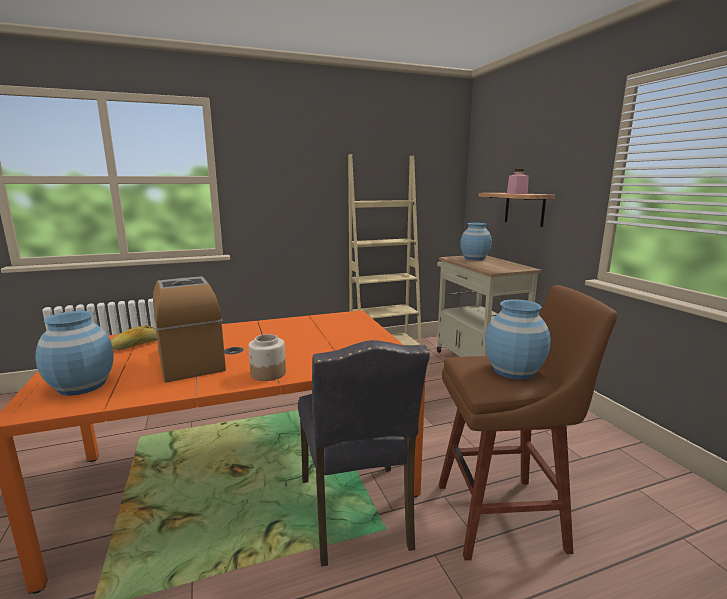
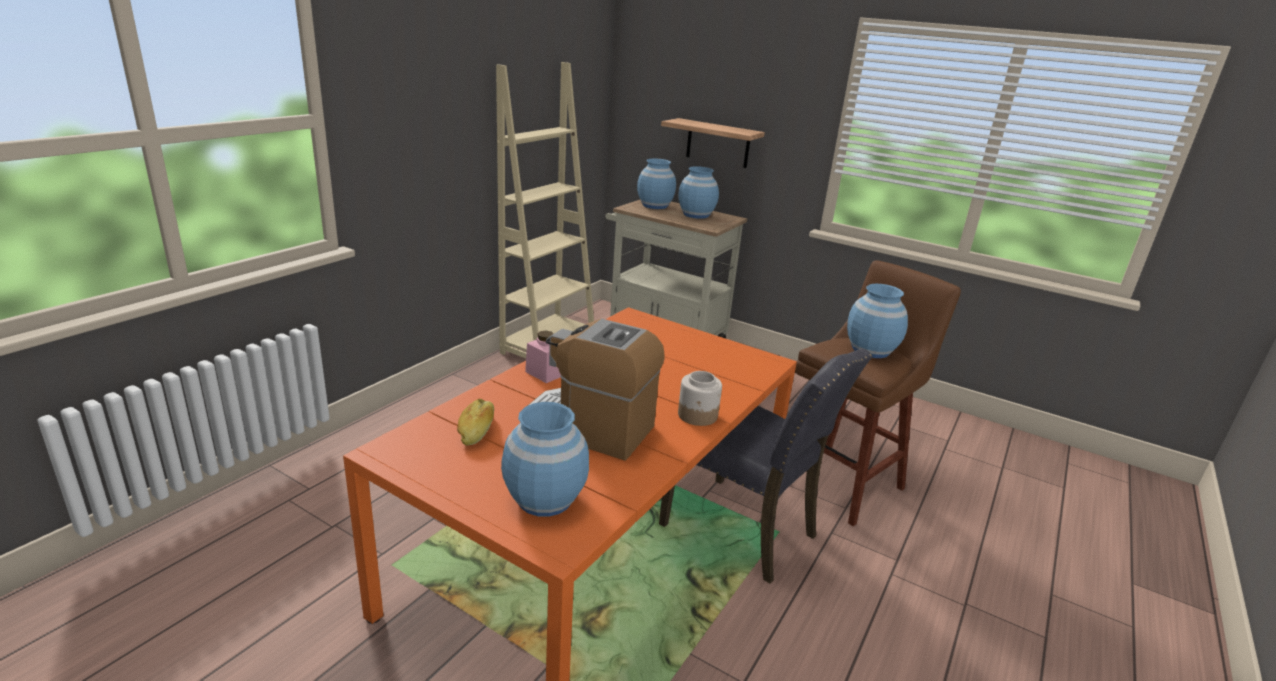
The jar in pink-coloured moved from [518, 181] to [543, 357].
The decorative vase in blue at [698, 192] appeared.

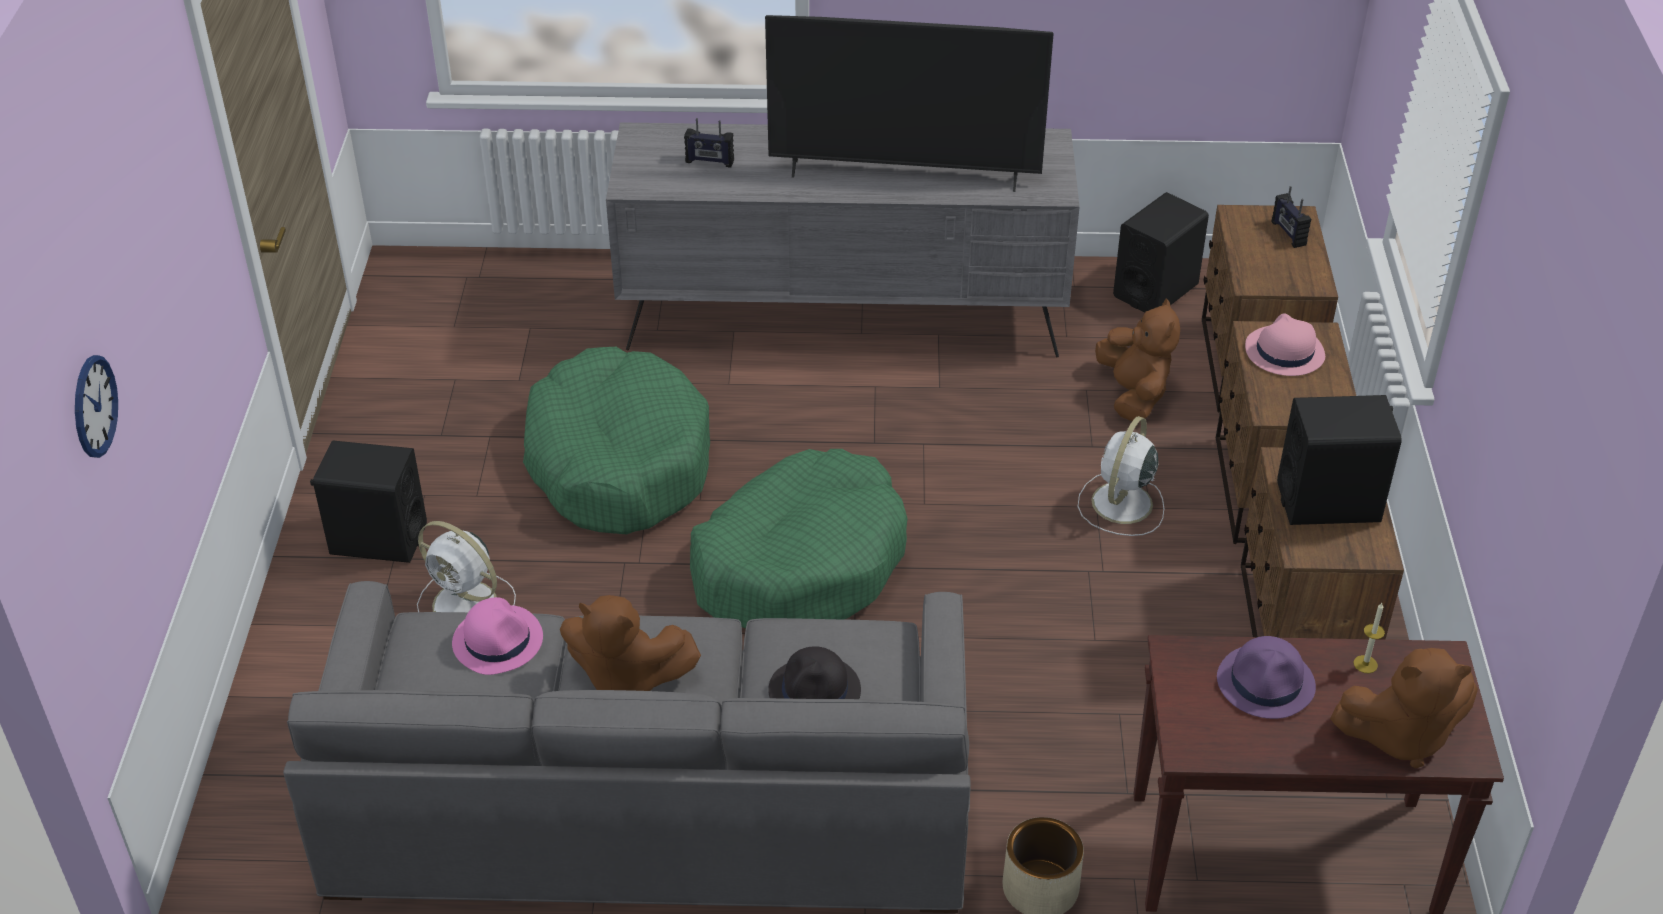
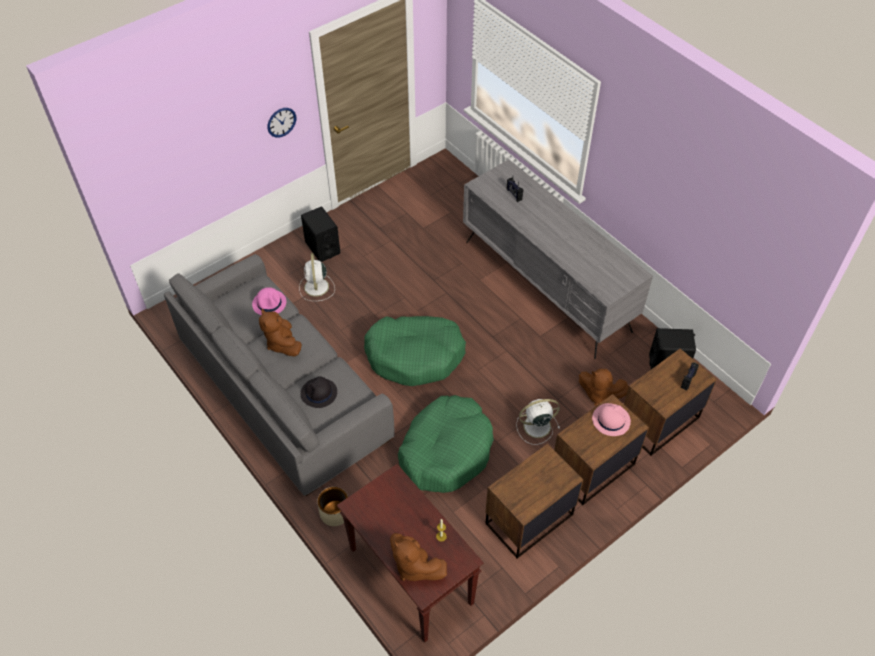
The wall clock moved from [96, 406] to [281, 123].
The pet bed in green moved from [616, 440] to [446, 444].
The TV set at [909, 103] disappeared.
The cuddly toy in brown at [1137, 360] turned 75 degrees clockwise.
The hat in purple-coloured at [1266, 677] disappeared.
The audio speaker in blackish at [1339, 460] disappeared.

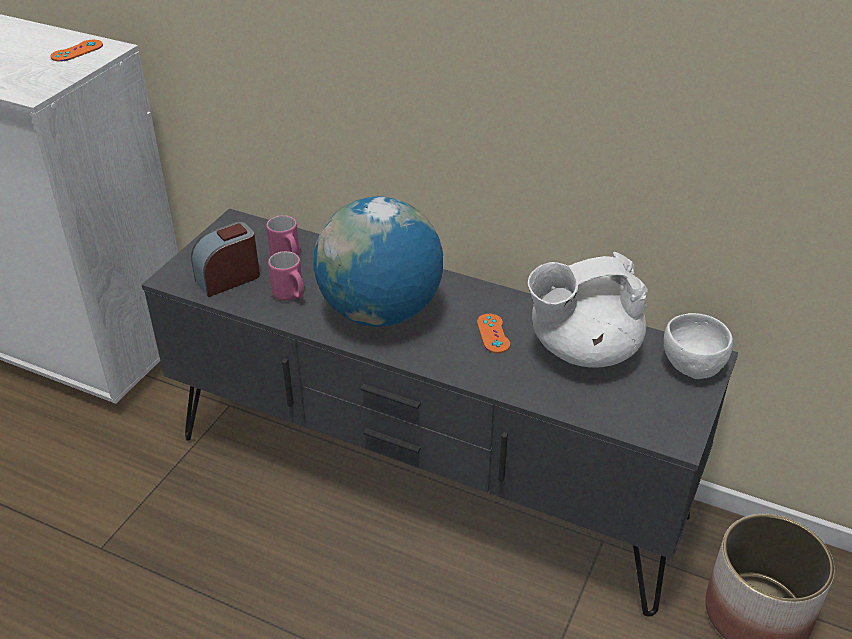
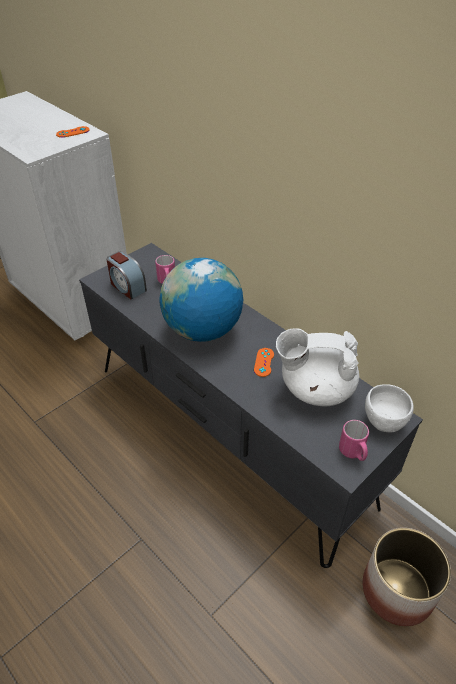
The alarm clock at [225, 259] turned 120 degrees counterclockwise.
The coffee mug in pink-coloured moved from [286, 276] to [354, 440].

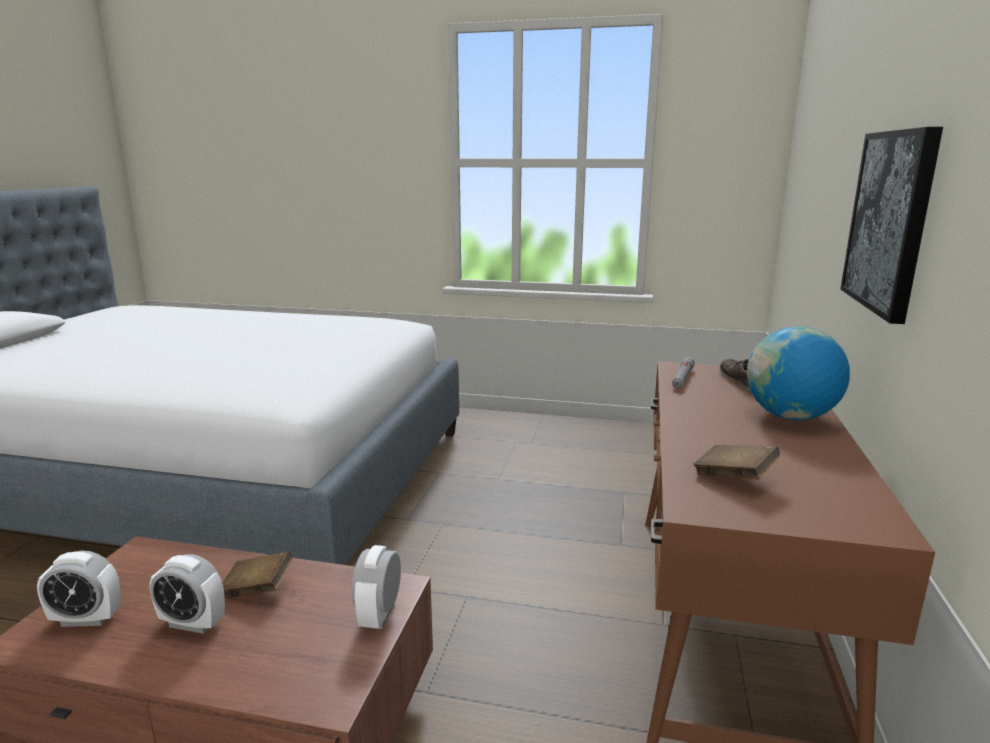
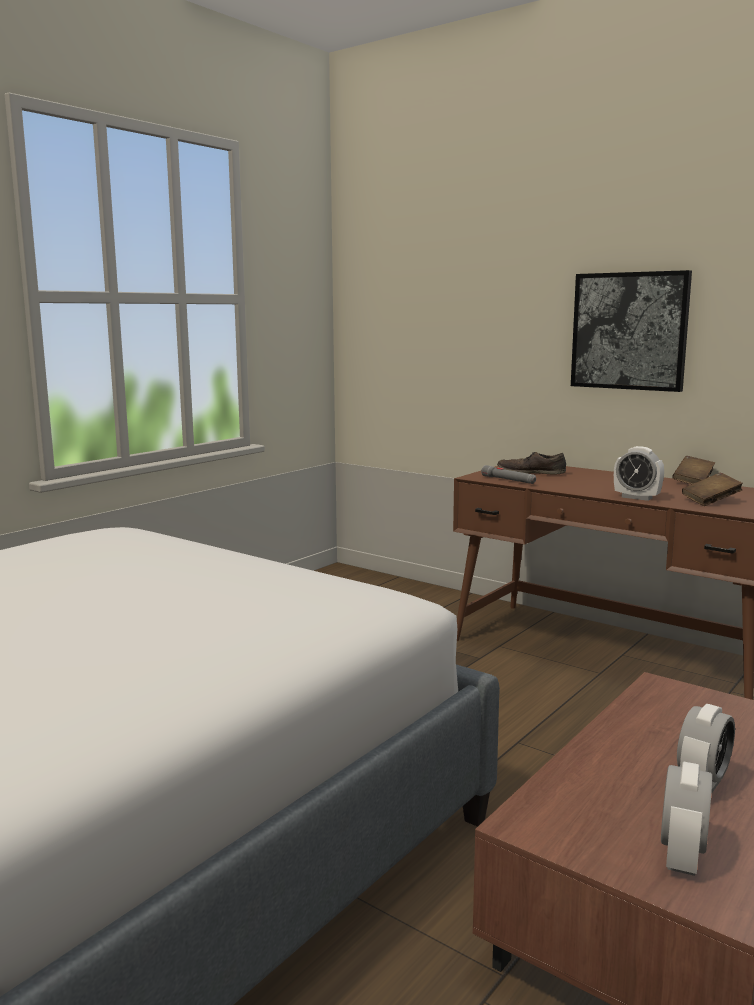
The volume in brown moved from [257, 575] to [693, 470].
The alarm clock moved from [376, 587] to [639, 473].
The desk globe at [798, 373] disappeared.

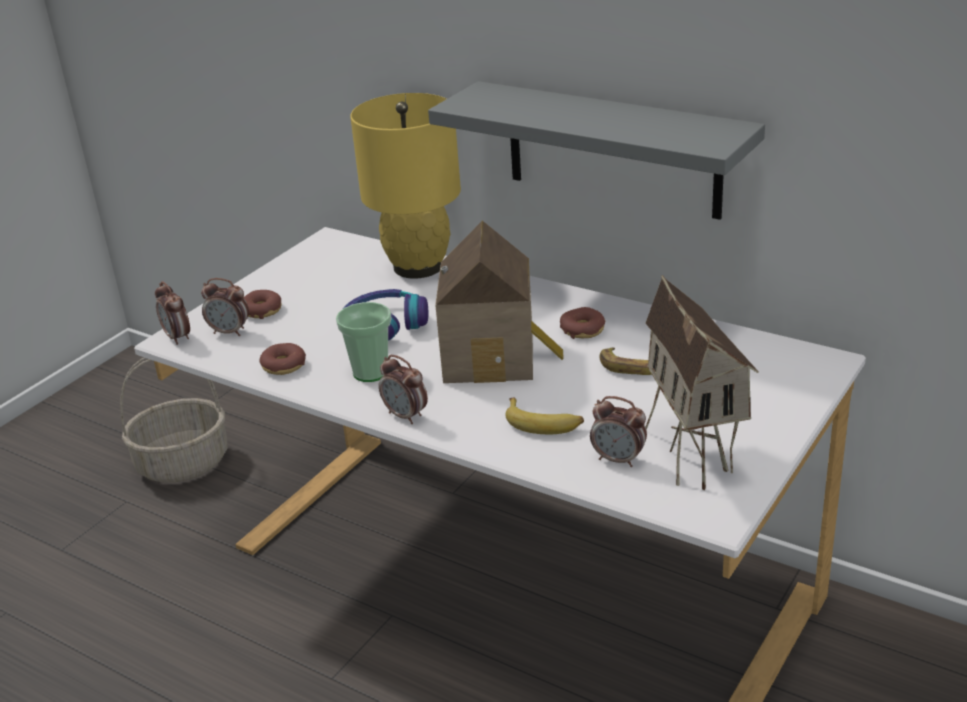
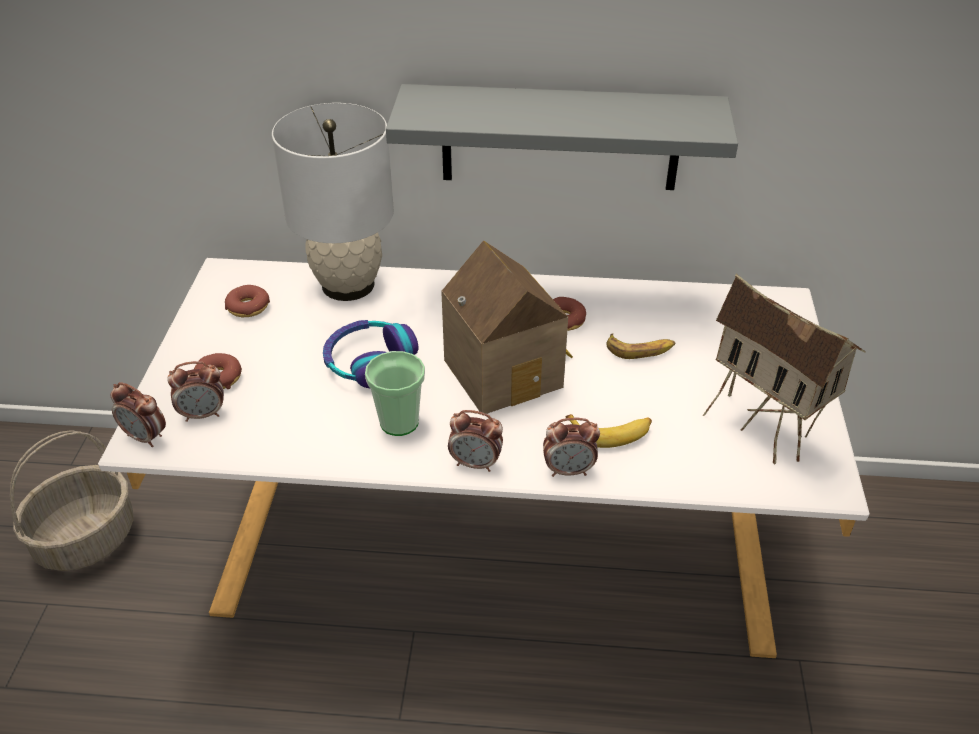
The donut moved from [282, 359] to [247, 301].
The lamp for a table in yellowish at [405, 186] became the lamp for a table in whitish at [333, 202].
The alarm clock moved from [618, 431] to [571, 447].

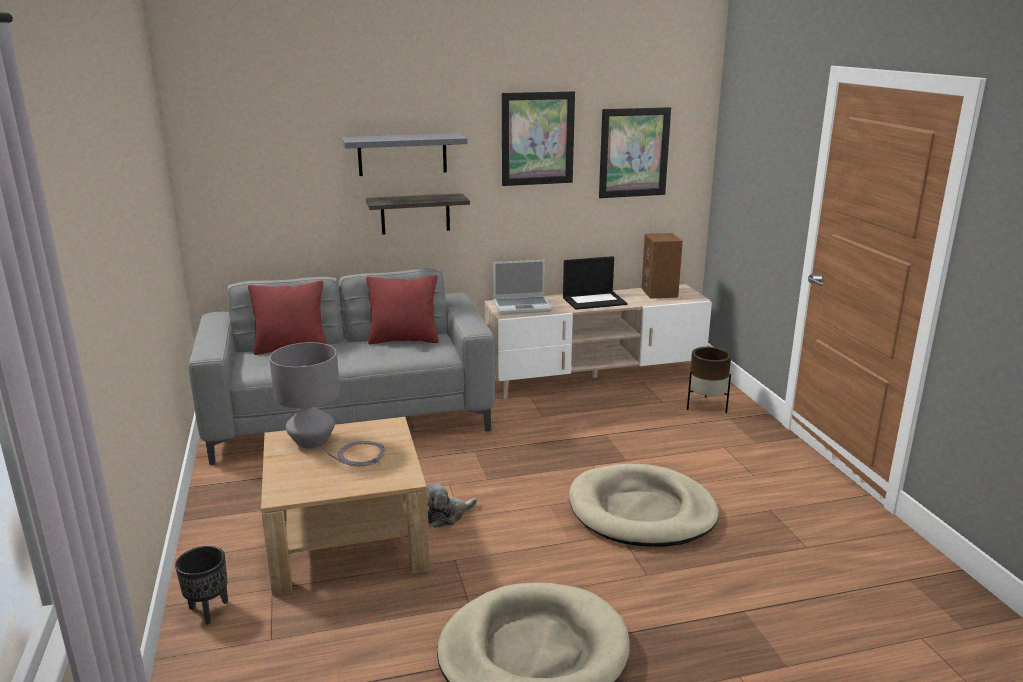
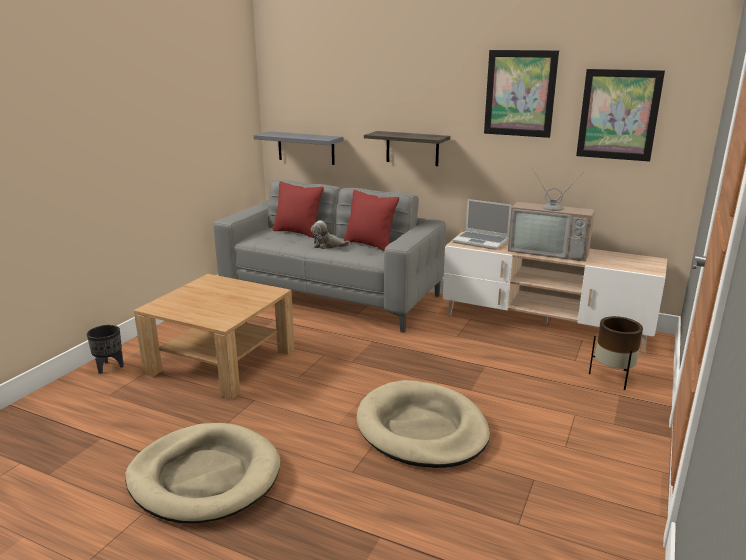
The lamp for a table in gray at [327, 404] disappeared.
The wall shelf in gray moved from [404, 154] to [298, 148].
The cuddly toy moved from [452, 505] to [330, 234].
The notebook computer at [595, 283] was replaced by the TV set at [551, 215].
The audio speaker in brown at [662, 266] disappeared.

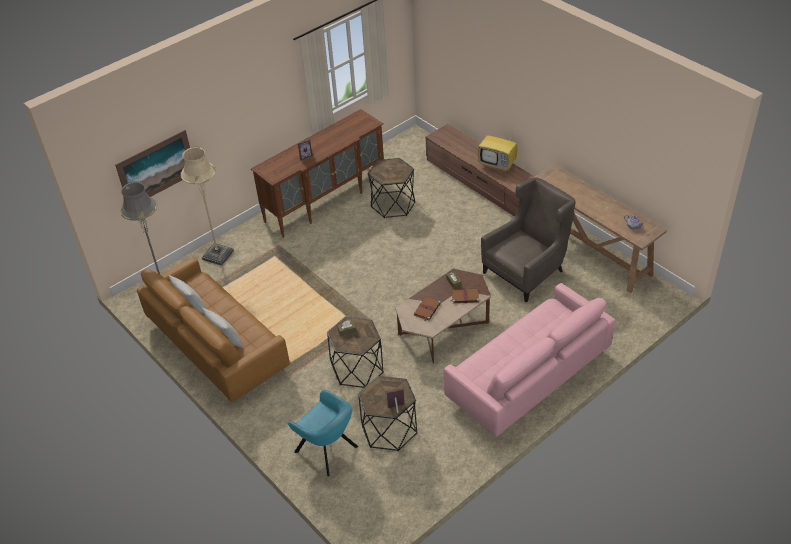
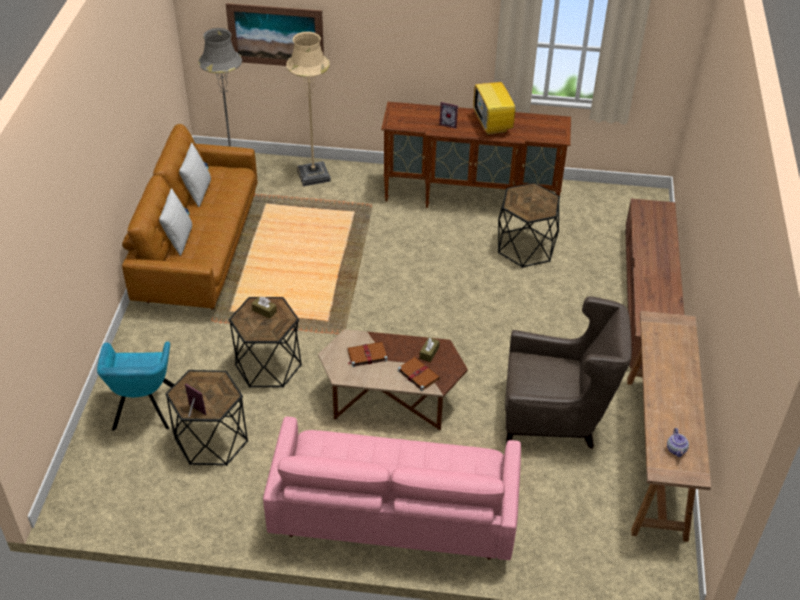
The TV set moved from [497, 150] to [495, 107].

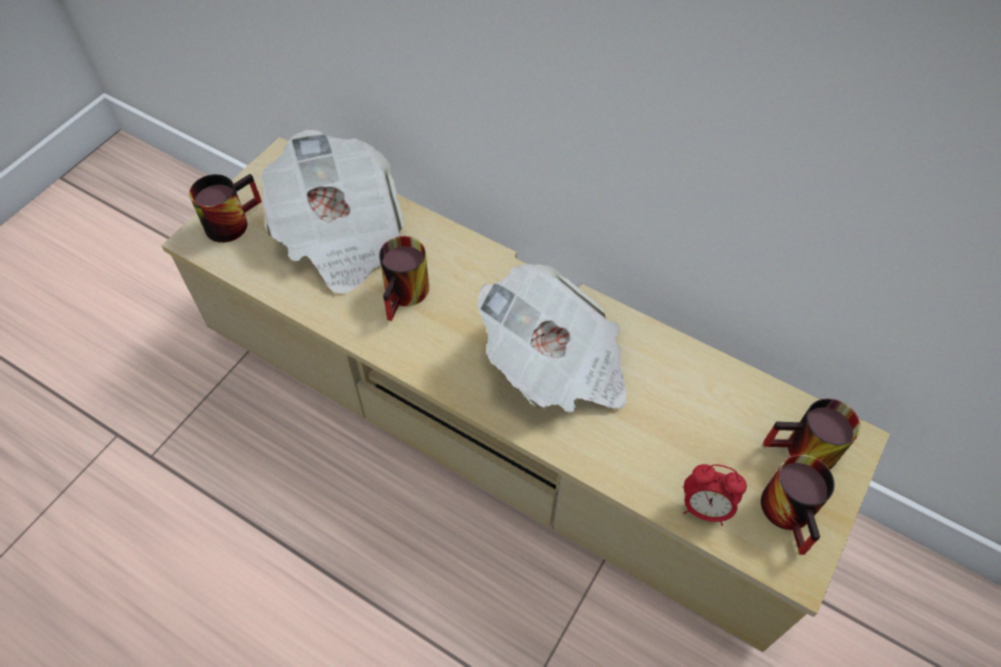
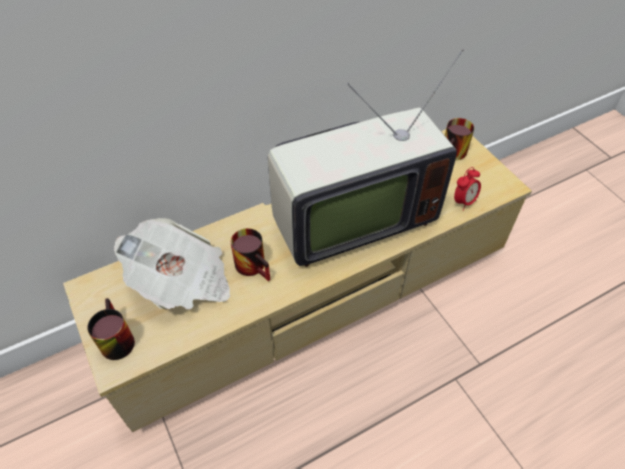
The daily paper at [552, 338] was replaced by the TV set at [366, 158].
The coffee mug at [798, 504] disappeared.

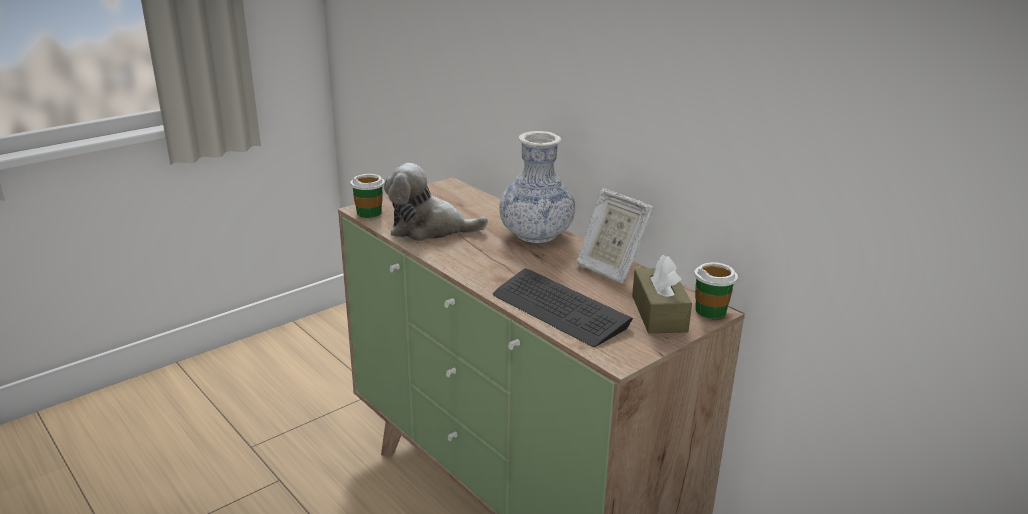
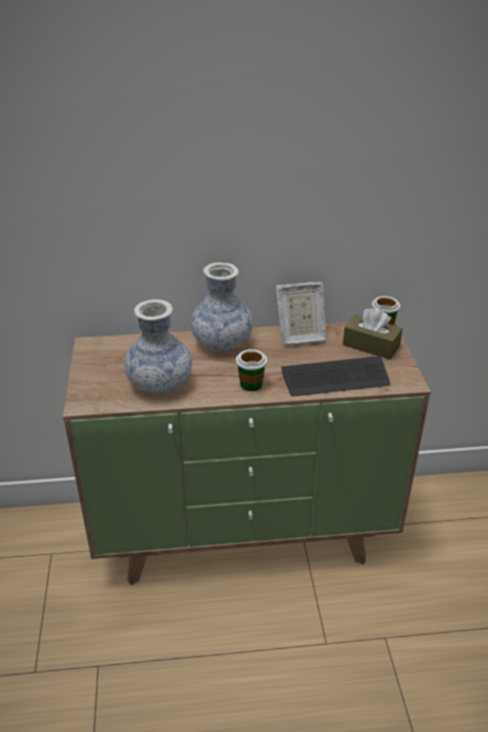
The small cup moved from [367, 196] to [251, 370].
The cuddly toy at [436, 202] was replaced by the decorative vase at [158, 347].

